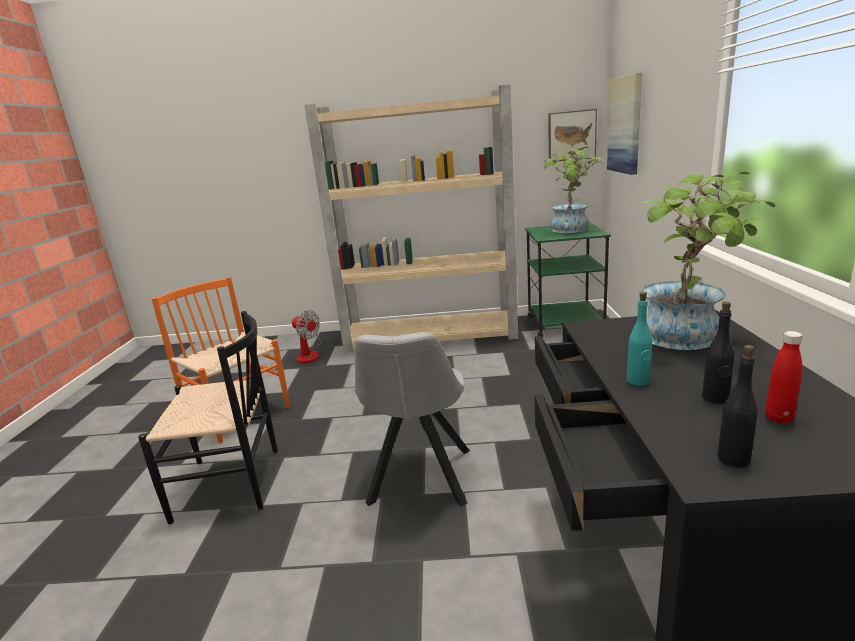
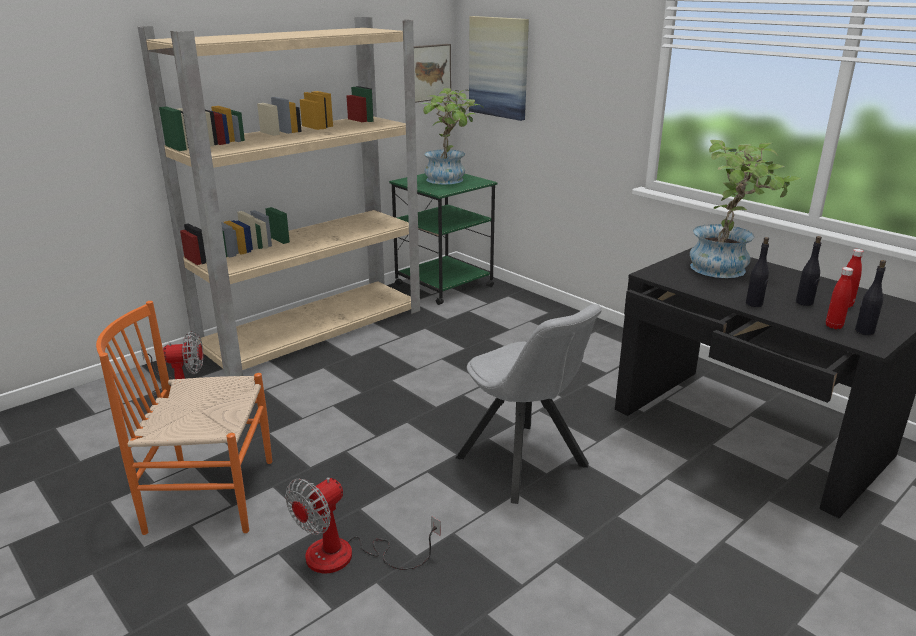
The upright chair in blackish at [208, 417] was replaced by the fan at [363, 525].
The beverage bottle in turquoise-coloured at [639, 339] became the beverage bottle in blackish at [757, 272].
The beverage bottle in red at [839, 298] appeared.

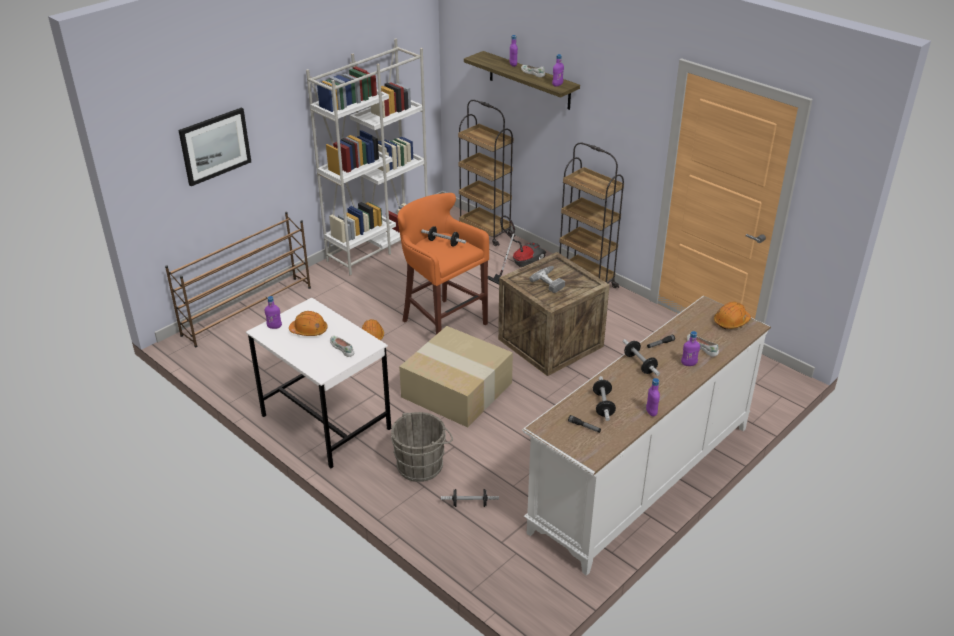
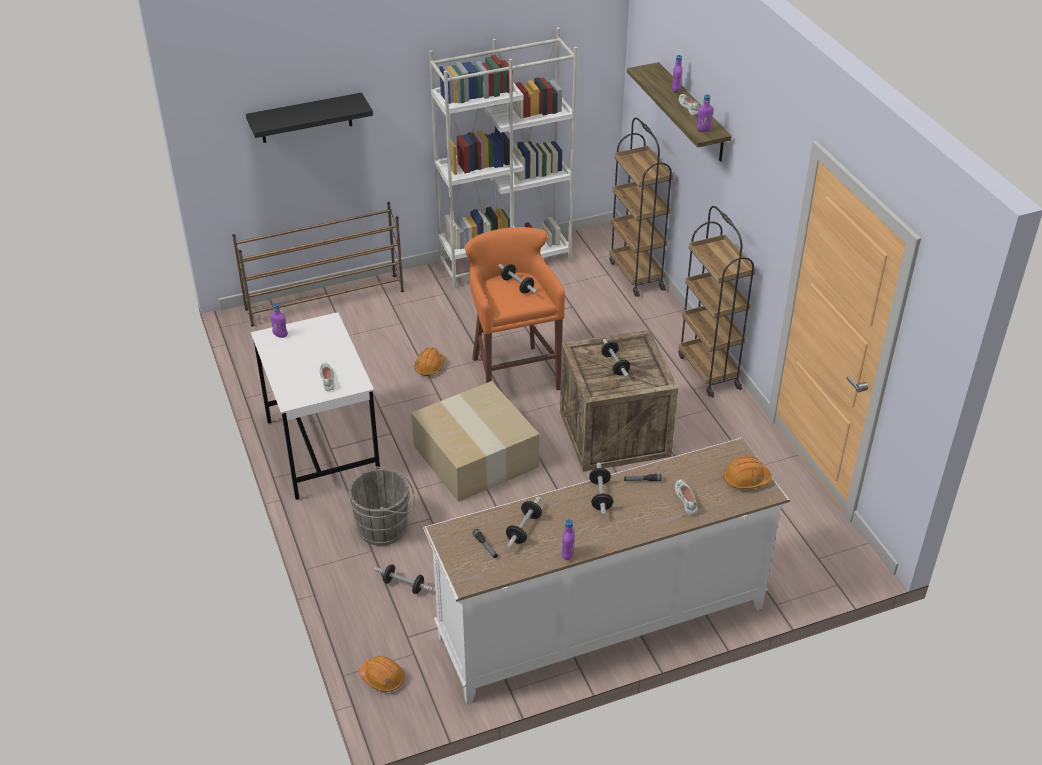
The picture at [215, 147] was replaced by the wall shelf in blackish at [309, 118].
The work helmet in orangey moved from [308, 323] to [382, 674].
The vacuum cleaner at [517, 250] disappeared.
The drill at [547, 279] was replaced by the hand weight at [615, 358].
The beverage bottle in purple-coloured at [690, 348] disappeared.

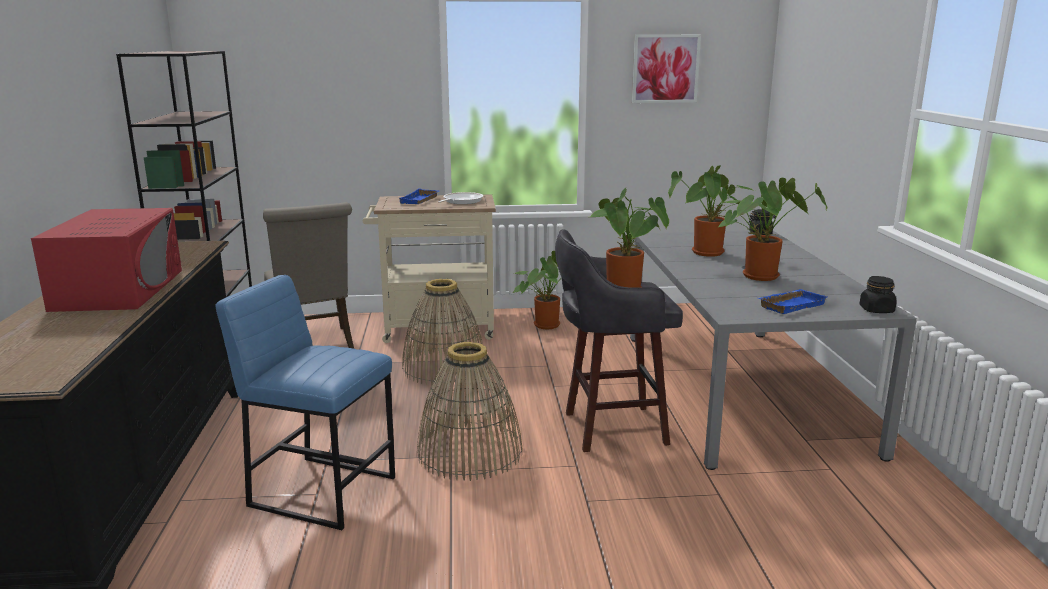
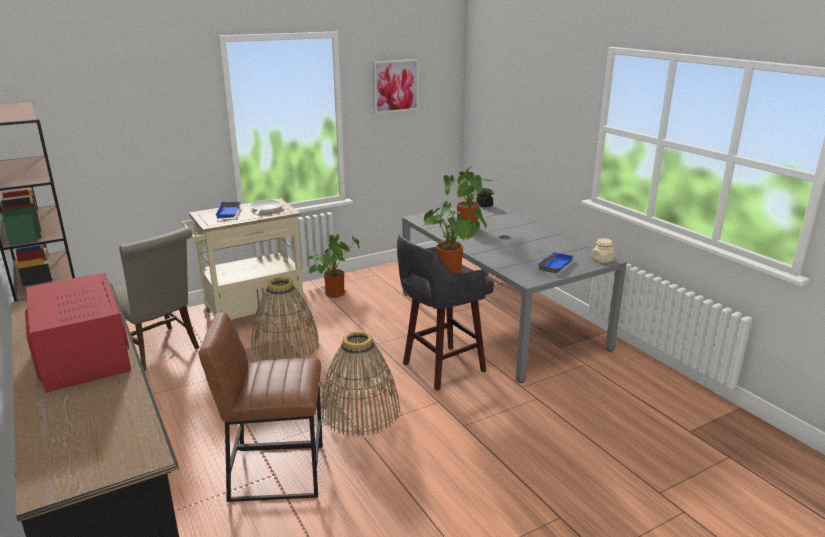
The upright chair in blue at [305, 402] became the upright chair in brown at [261, 407].
The plant in a pot at [773, 229] disappeared.
The jar in blackish at [877, 294] became the jar in sand-coloured at [603, 250].

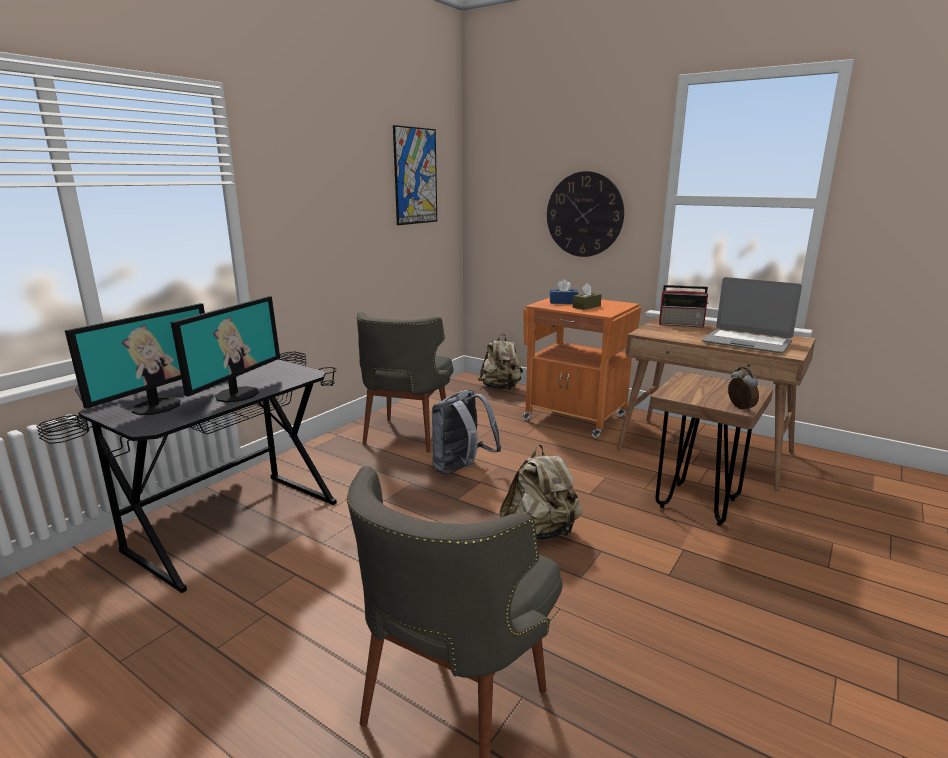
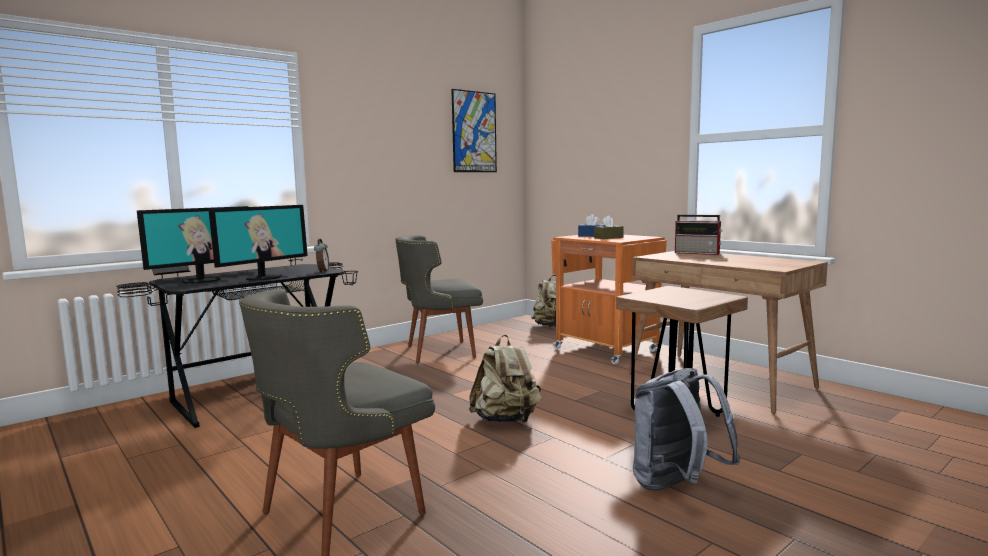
The upright chair in gray at [405, 382] turned 45 degrees clockwise.
The rucksack in gray moved from [467, 431] to [686, 429].
The wall clock at [585, 214] disappeared.
The notebook computer at [752, 315] disappeared.
The alarm clock moved from [743, 389] to [321, 256].

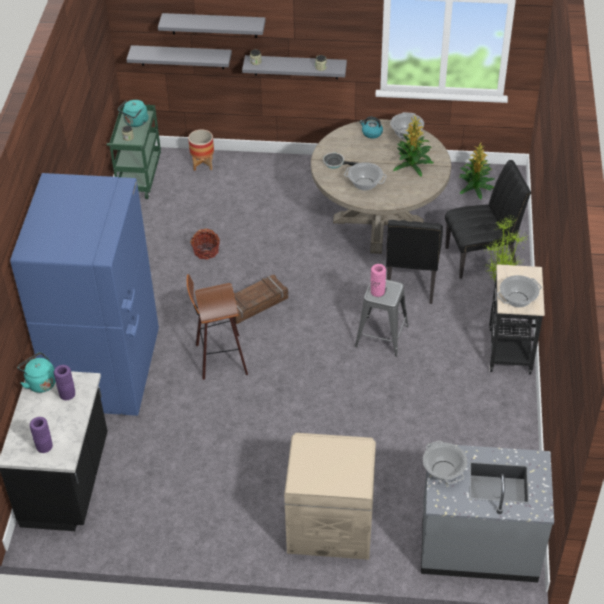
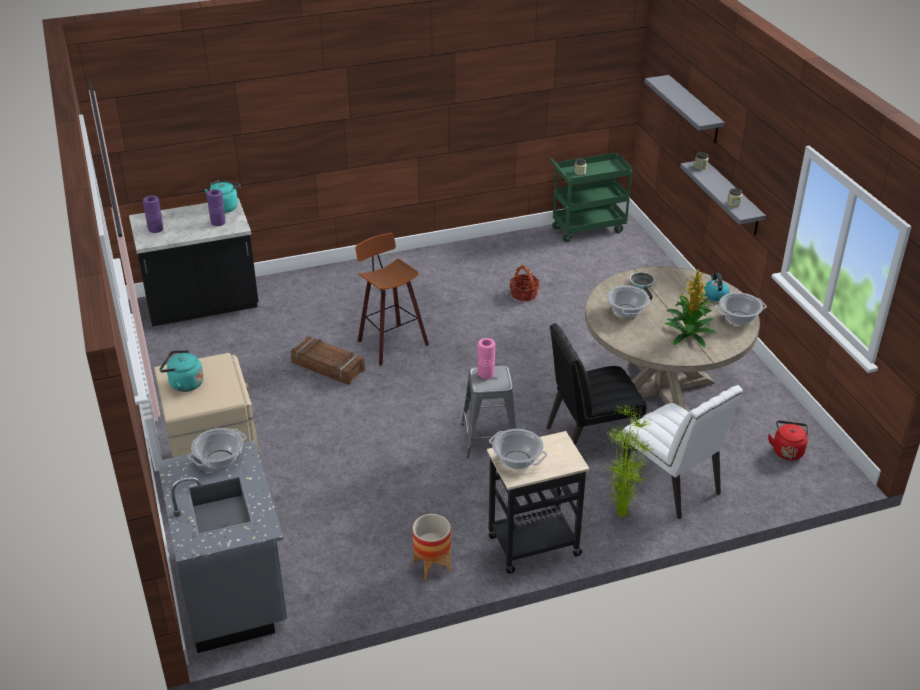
The refrigerator in blue at [84, 294] disappeared.
The kettle in turquoise-coloured moved from [133, 113] to [181, 371].
The wall shelf in gray at [179, 57] disappeared.
The planter moved from [201, 150] to [431, 547].
The shipping crate moved from [261, 299] to [328, 361].
The upright chair in blackish at [488, 219] became the upright chair in whitish at [683, 452].
The plant in a pot at [476, 171] was replaced by the kettle in red at [788, 440].

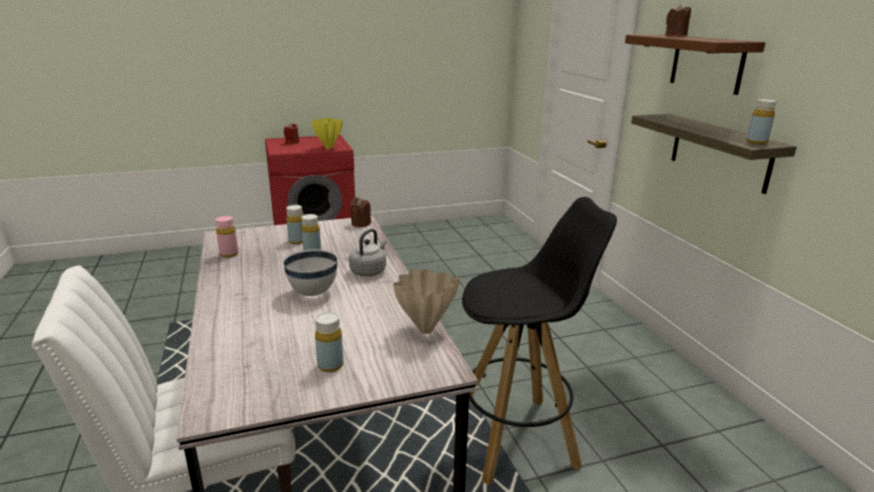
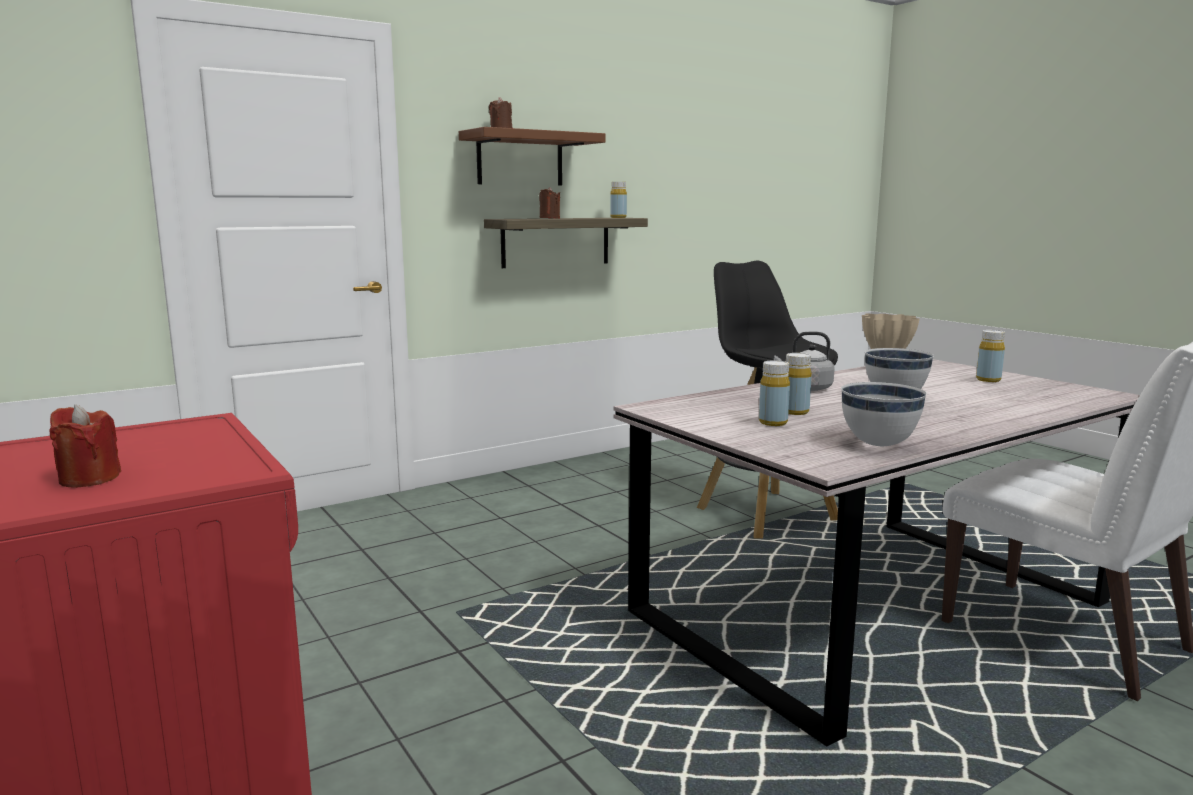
The beverage bottle in pink-coloured at [227, 237] was replaced by the bowl in whitish at [884, 414].
The decorative vase in yellowish at [327, 133] disappeared.
The wax light in brown moved from [360, 212] to [549, 202].

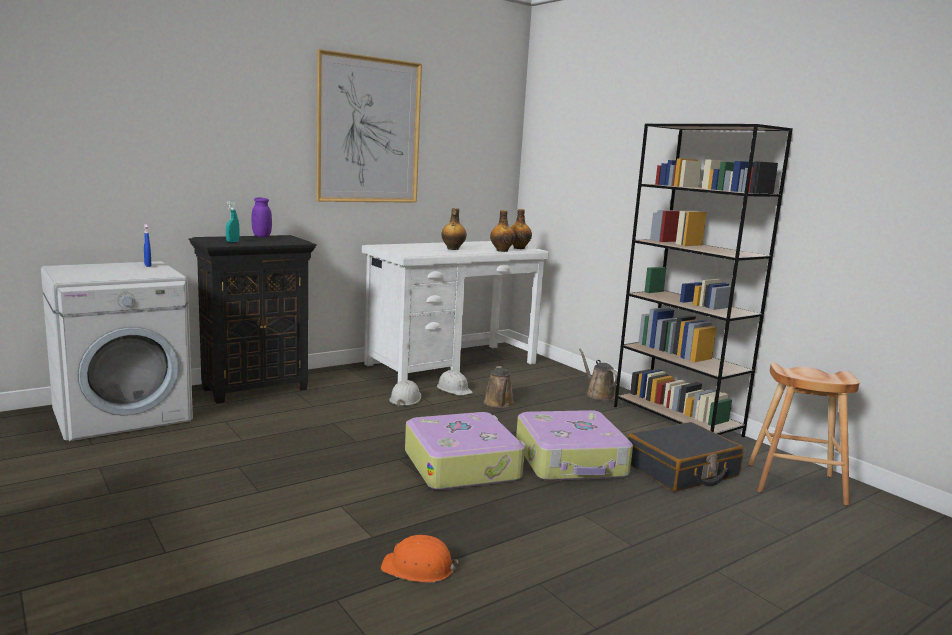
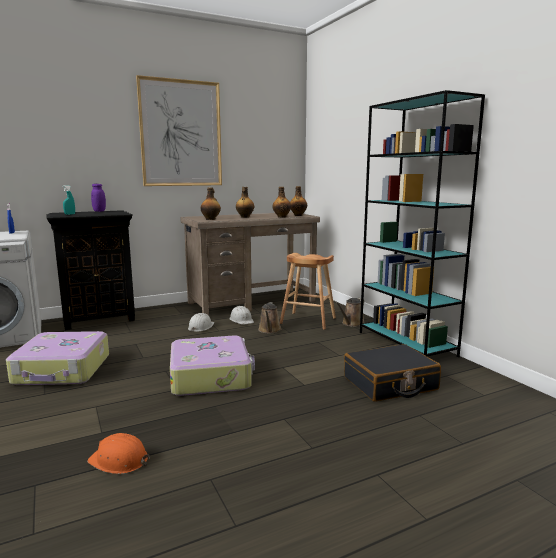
The desk in whitish at [455, 311] became the desk in brown at [250, 263].
The piece of luggage moved from [574, 445] to [57, 358].
The sprinkling can in brown at [598, 375] turned 120 degrees counterclockwise.
The shelving unit in sand-coloured at [703, 280] became the shelving unit in turquoise-coloured at [422, 223].
The stool seat in brown moved from [803, 434] to [308, 291].
The beverage bottle at [210, 203] appeared.

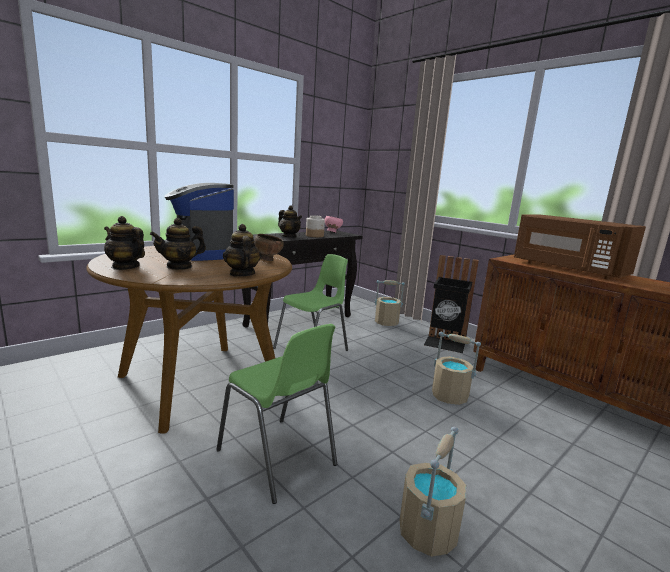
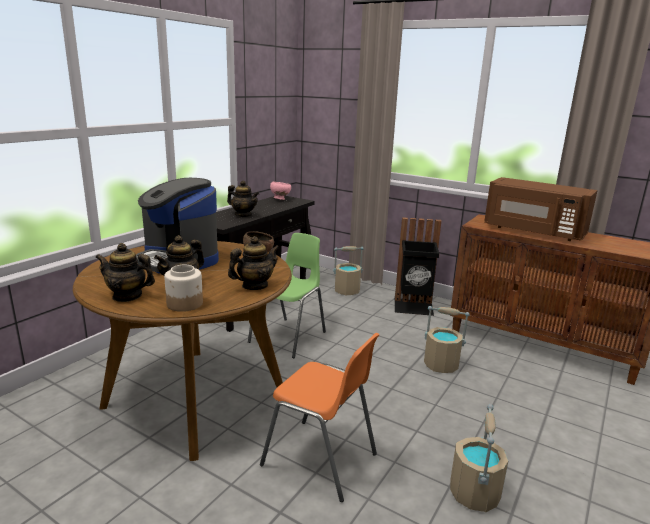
The upright chair in green at [276, 414] became the upright chair in orangey at [320, 417].
The tea pot at [242, 250] turned 90 degrees clockwise.
The jar moved from [315, 226] to [183, 288].

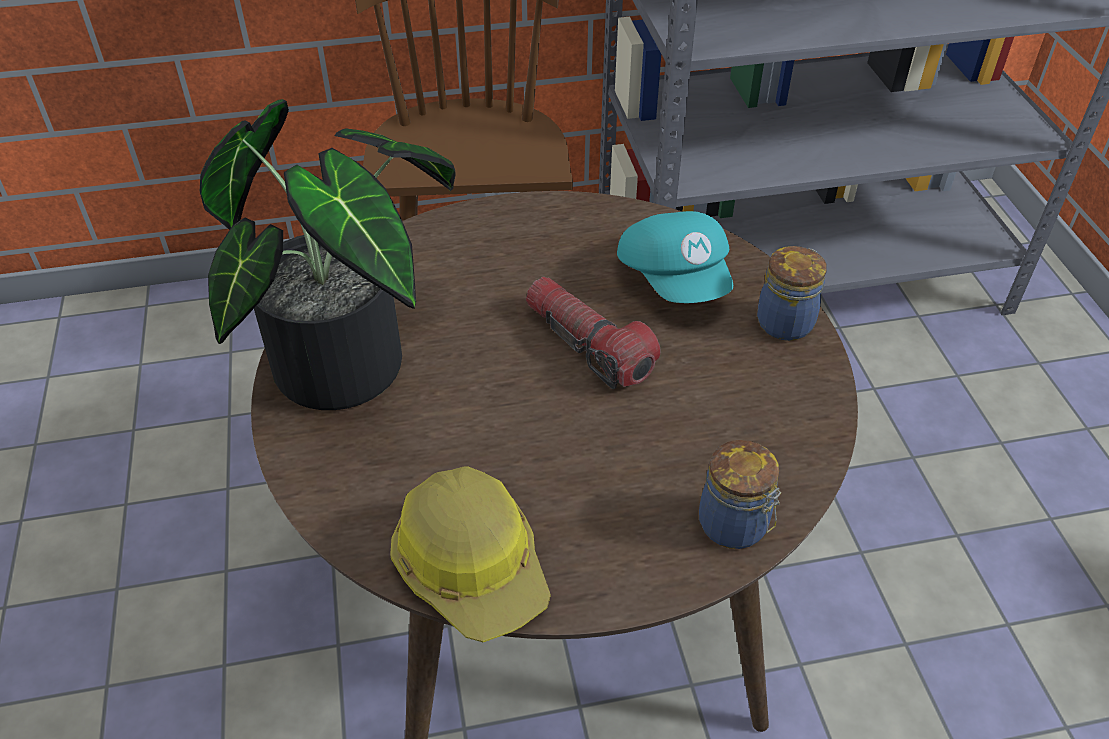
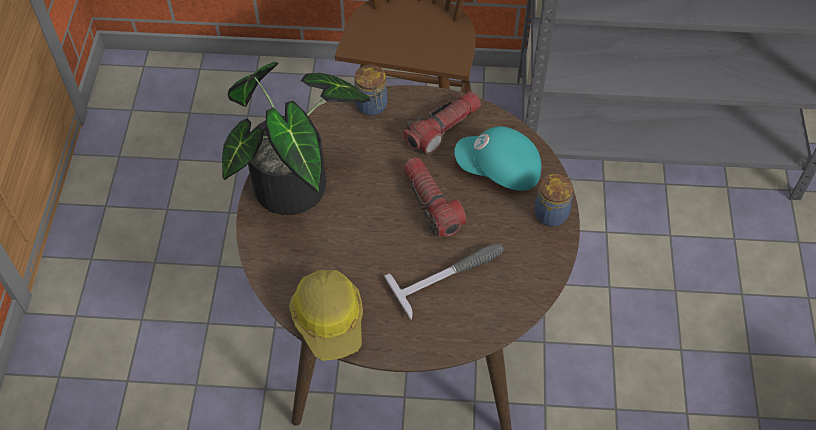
The peaked cap in turquoise-coloured at [675, 257] turned 105 degrees clockwise.
The jar moved from [740, 494] to [371, 90].
The tool hammer at [444, 281] appeared.
The flashlight at [442, 122] appeared.

